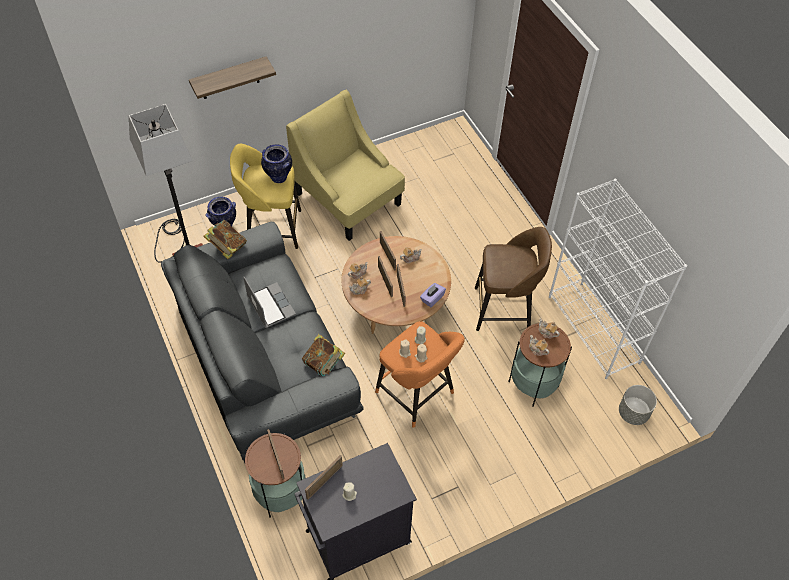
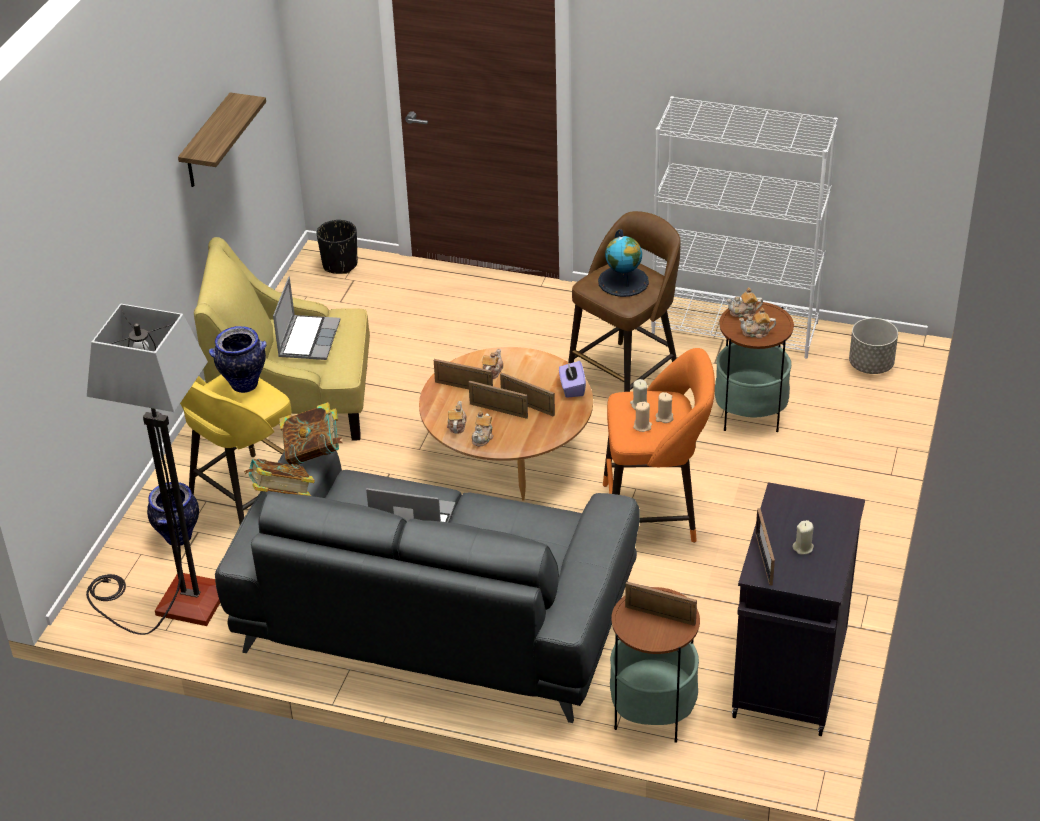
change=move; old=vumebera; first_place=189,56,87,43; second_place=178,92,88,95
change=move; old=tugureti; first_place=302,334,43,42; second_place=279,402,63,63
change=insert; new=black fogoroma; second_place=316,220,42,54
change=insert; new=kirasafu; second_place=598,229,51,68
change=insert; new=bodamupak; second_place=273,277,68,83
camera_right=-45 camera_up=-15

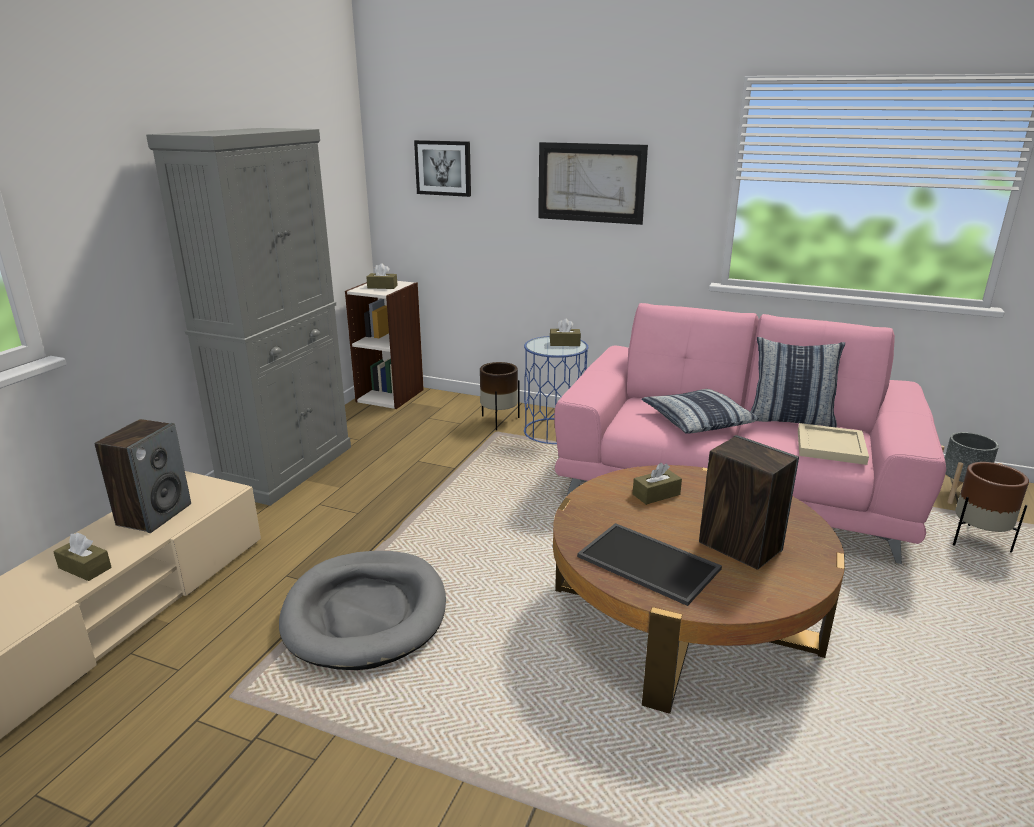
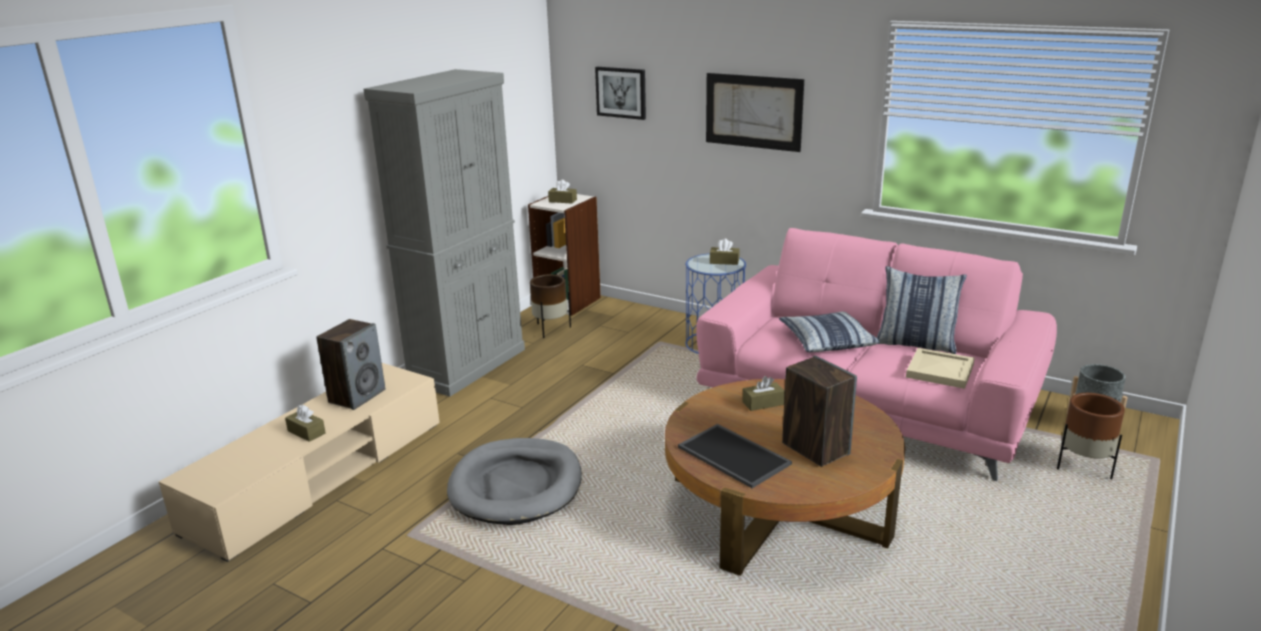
change=move; old=brown fogoroma; first_place=480,362,40,68; second_place=530,274,41,64
camera_right=10 camera_up=0

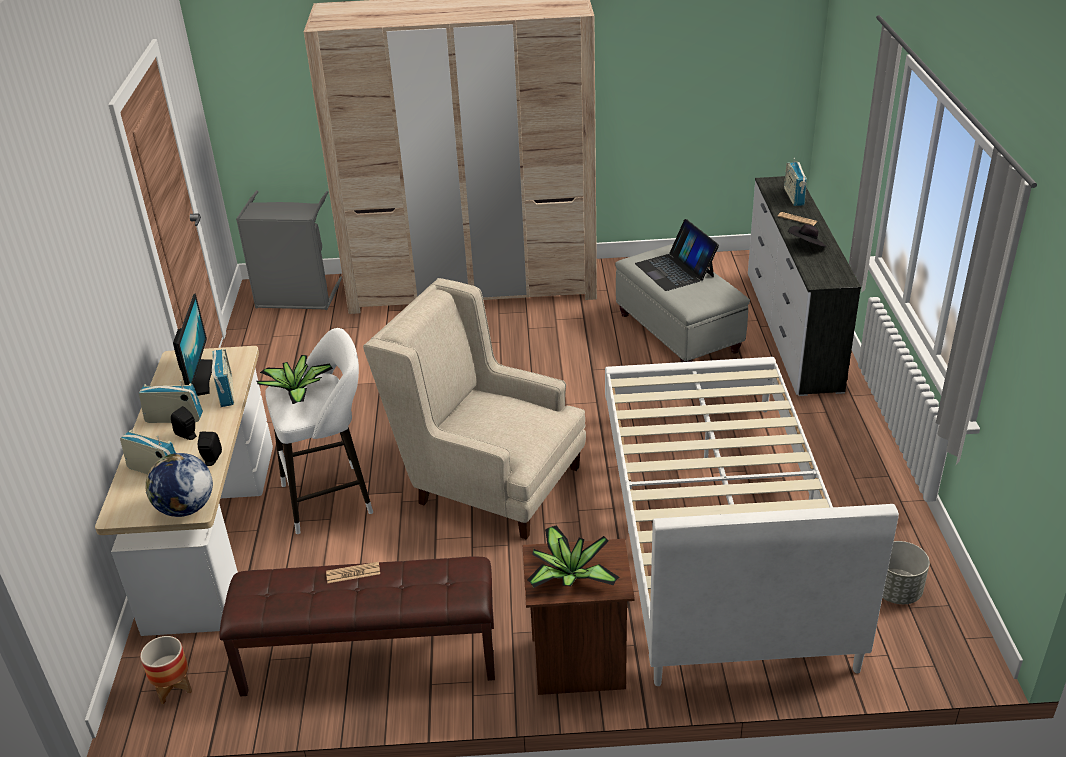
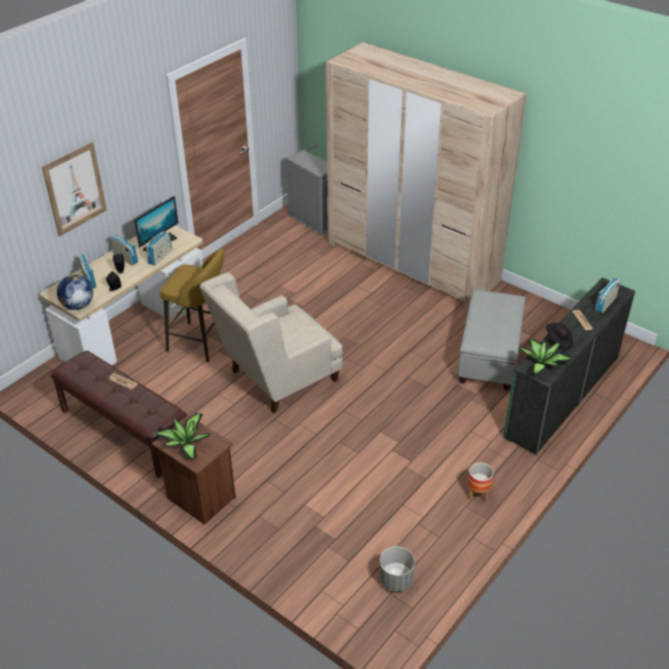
change=recolor; old=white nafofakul; new=green nafofakul; first_place=748,176,113,220; second_place=503,278,132,177
change=delete; old=bodamupak; first_place=635,219,84,72
change=rotate; old=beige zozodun; first_place=363,278,223,261; second_place=200,272,143,141; degrees=-105
change=recolor; old=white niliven; new=yellow niliven; first_place=265,328,108,206; second_place=160,249,64,113
change=move; old=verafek; first_place=256,355,77,49; second_place=519,339,53,36
change=delete; old=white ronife; first_place=605,357,294,329
change=move; old=fogoroma; first_place=140,636,52,68; second_place=468,462,26,40
change=insert; new=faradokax; second_place=42,142,65,94
camera_right=40 camera_up=5

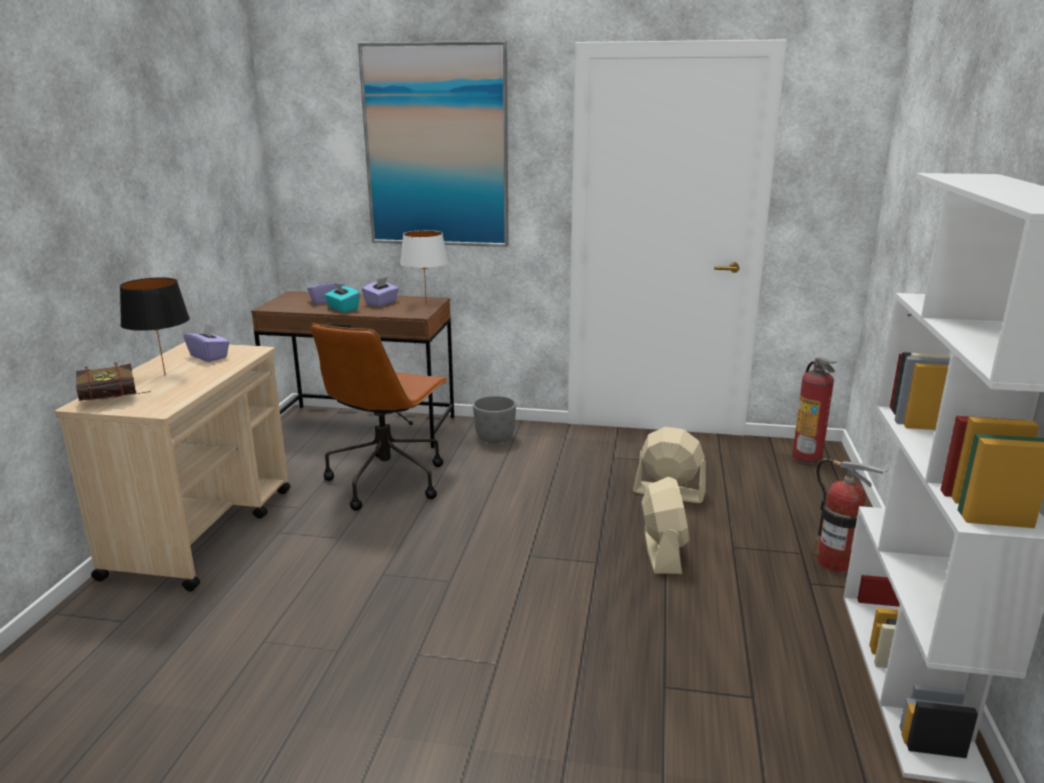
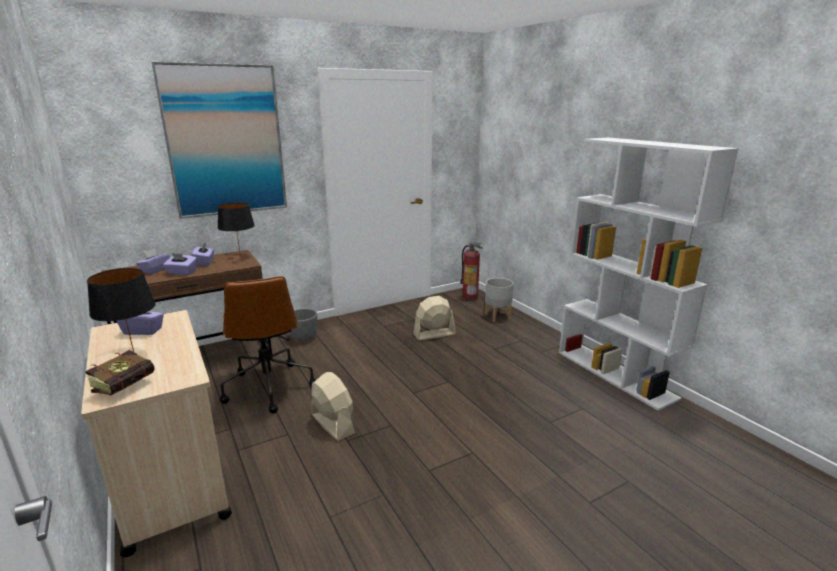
change=recolor; old=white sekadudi; new=black sekadudi; first_place=400,230,48,75; second_place=218,203,37,54
change=recolor; old=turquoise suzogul; new=purple suzogul; first_place=324,282,36,31; second_place=163,253,34,22
change=delete; old=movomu; first_place=814,458,73,115
change=move; old=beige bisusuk; first_place=641,477,48,97; second_place=311,372,44,69
change=insert; new=grey fogoroma; second_place=484,278,30,44
camera_right=-40 camera_up=0

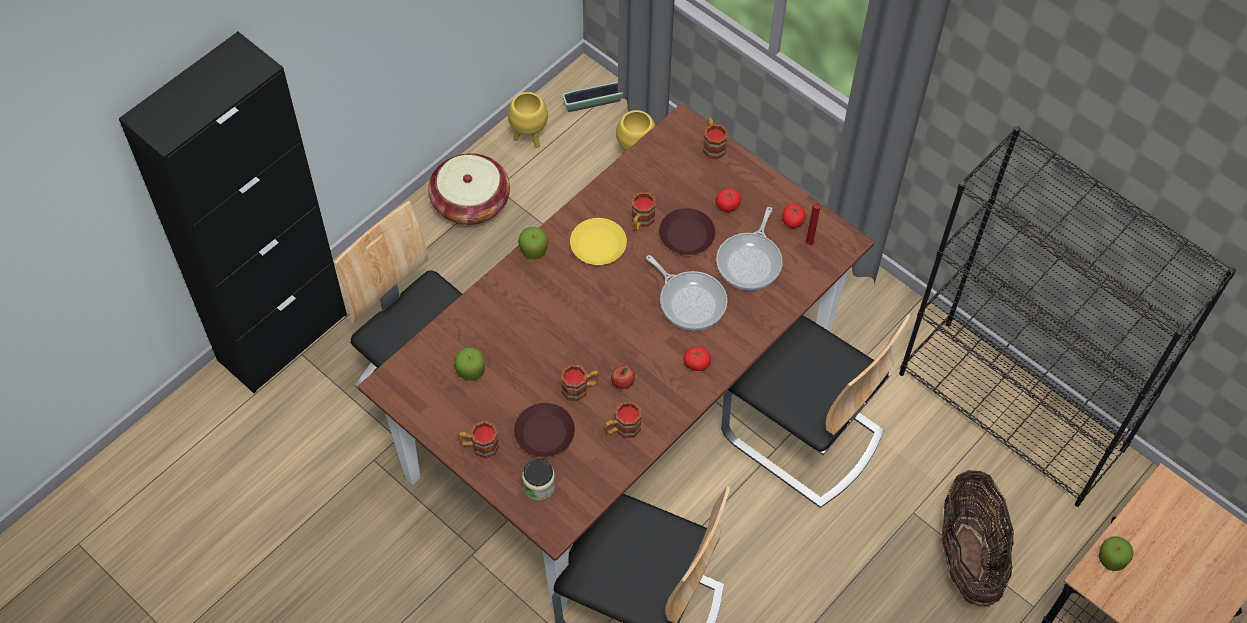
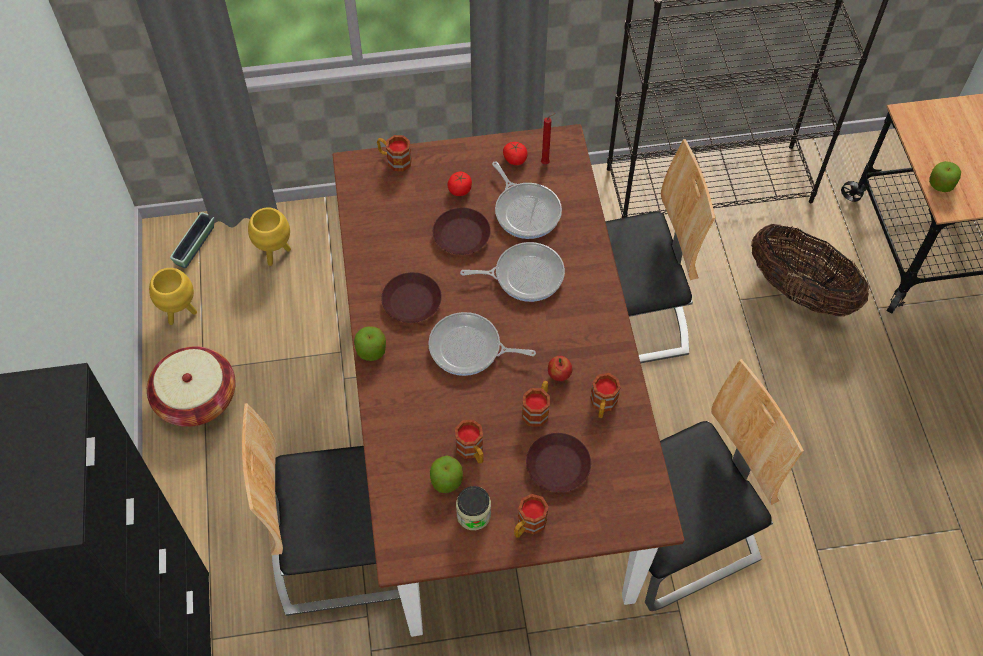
change=move; old=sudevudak; first_place=632,192,24,39; second_place=455,419,29,45
change=recolor; old=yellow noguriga; new=brown noguriga; first_place=570,218,57,47; second_place=381,272,61,51
change=delete; old=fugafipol; first_place=683,347,28,24
change=move; old=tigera; first_place=522,459,33,41; second_place=456,486,35,44
change=insert; new=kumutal; second_place=428,312,108,64
camera_right=-50 camera_up=0

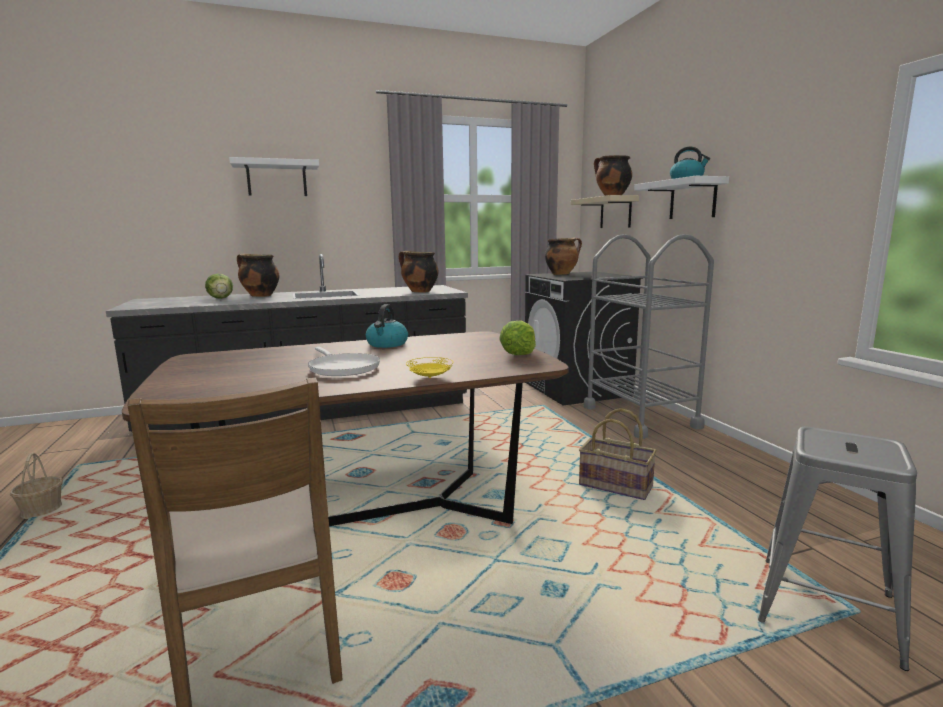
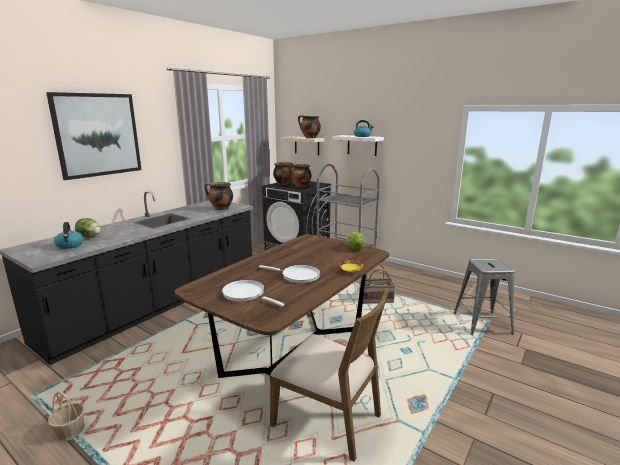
change=replace; old=white vumebera; new=faradokax; first_place=229,157,90,39; second_place=46,92,96,88
change=move; old=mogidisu; first_place=237,253,42,44; second_place=289,164,23,23
change=move; old=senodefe; first_place=366,304,42,44; second_place=54,222,29,27
change=insert; new=white kumutal; second_place=222,280,62,27
camera_right=-35 camera_up=5

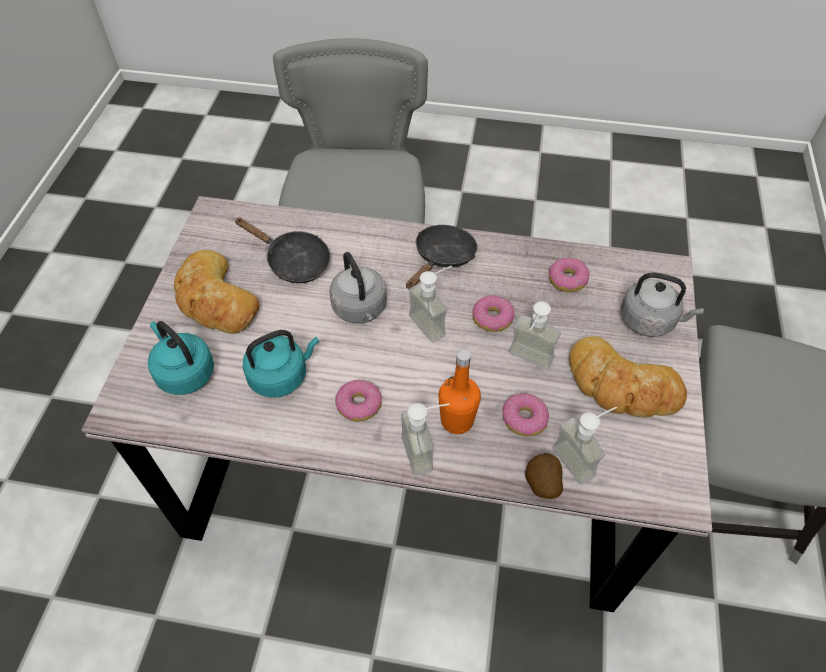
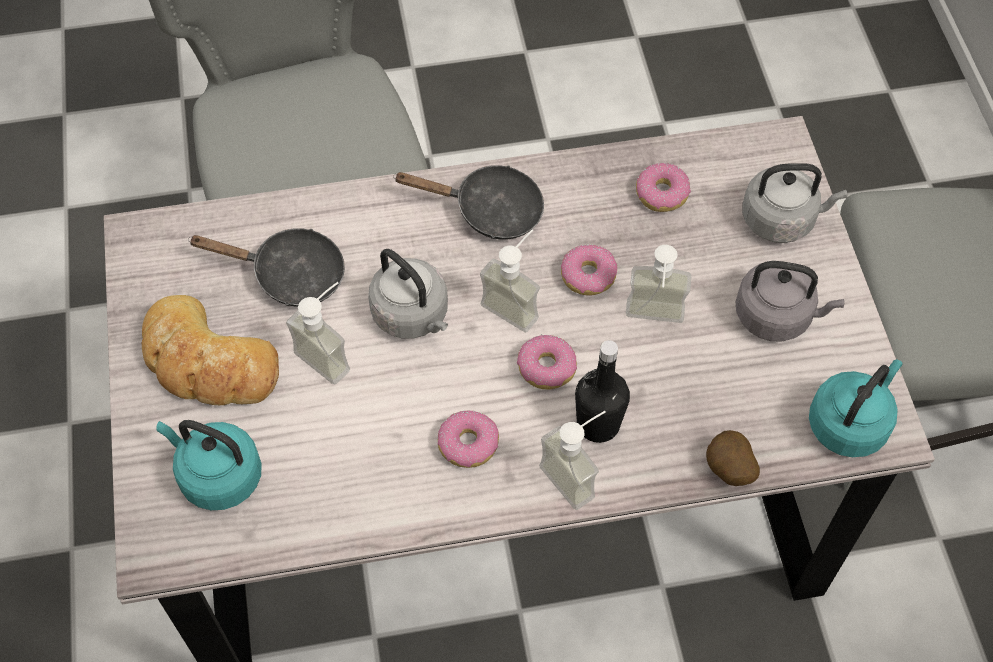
change=rotate; old=black kumutal; first_place=406,225,72,64; second_place=393,165,151,75; degrees=90
change=move; old=turquoise senodefe; first_place=242,330,77,68; second_place=809,360,94,97
change=replace; old=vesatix; new=grey senodefe; first_place=569,336,118,81; second_place=736,261,108,81
change=recolor; old=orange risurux; new=black risurux; first_place=438,349,43,85; second_place=575,340,55,103
change=move; old=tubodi; first_place=502,393,47,43; second_place=517,335,60,54
change=move; old=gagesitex; first_place=553,407,64,78; second_place=286,282,64,102
camera_right=-20 camera_up=5

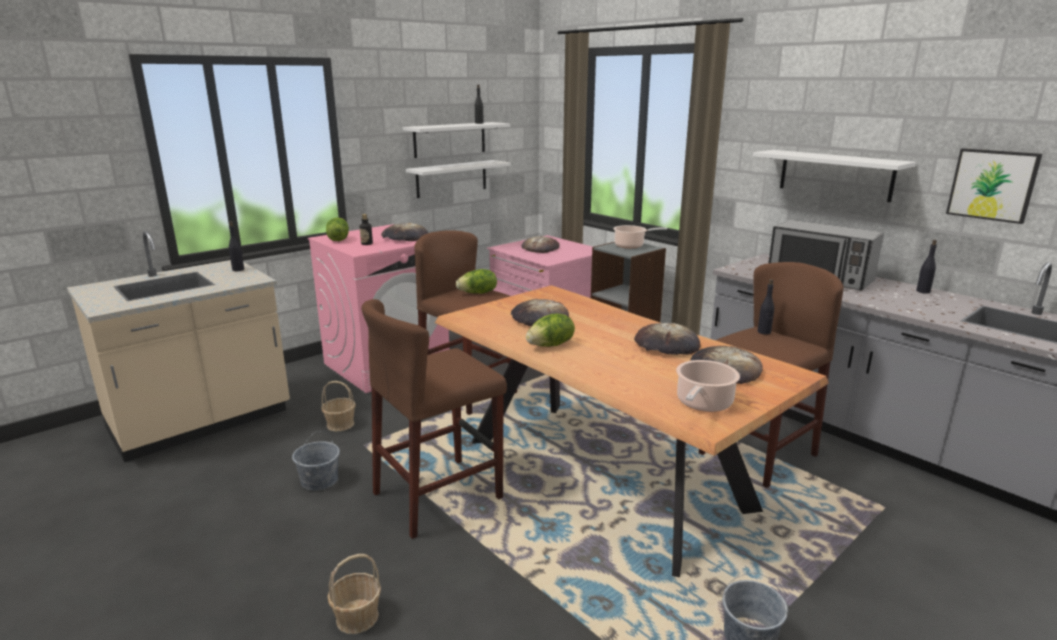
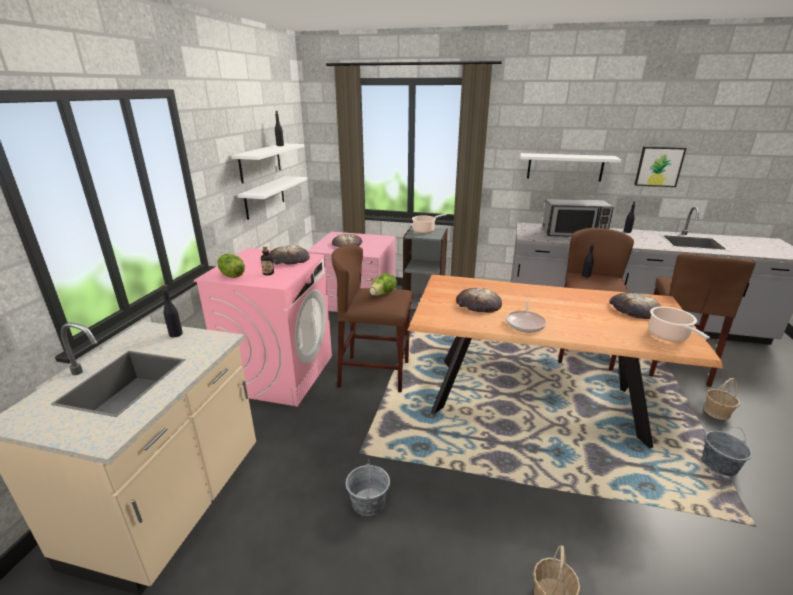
change=move; old=brown niliven; first_place=361,299,146,240; second_place=649,253,106,134
change=replace; old=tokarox; new=kumutal; first_place=526,313,49,34; second_place=506,302,41,30
change=delete; old=vesatix; first_place=634,323,66,32
change=move; old=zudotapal; first_place=321,381,35,50; second_place=704,378,36,42
camera_right=-35 camera_up=5

